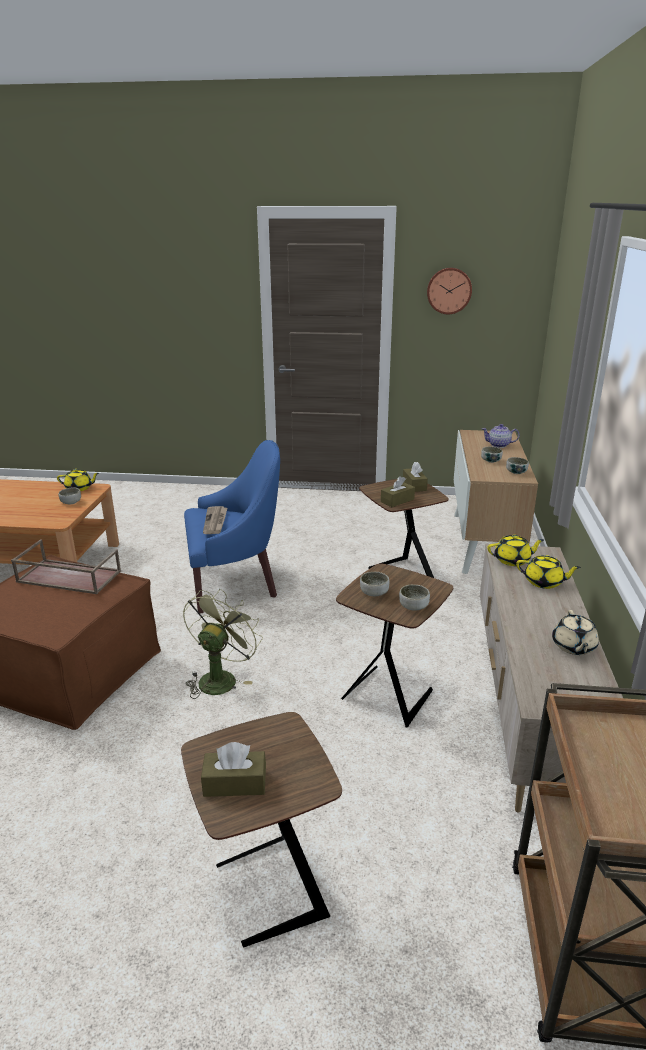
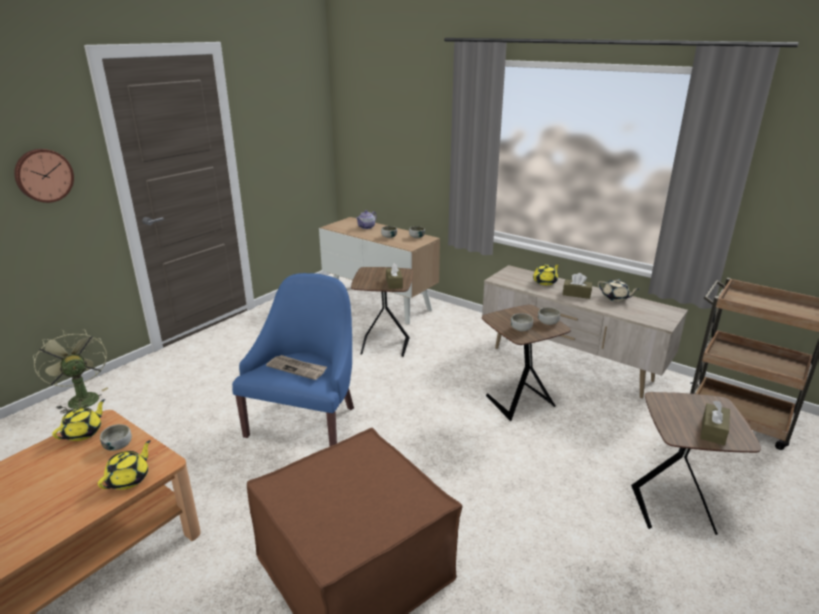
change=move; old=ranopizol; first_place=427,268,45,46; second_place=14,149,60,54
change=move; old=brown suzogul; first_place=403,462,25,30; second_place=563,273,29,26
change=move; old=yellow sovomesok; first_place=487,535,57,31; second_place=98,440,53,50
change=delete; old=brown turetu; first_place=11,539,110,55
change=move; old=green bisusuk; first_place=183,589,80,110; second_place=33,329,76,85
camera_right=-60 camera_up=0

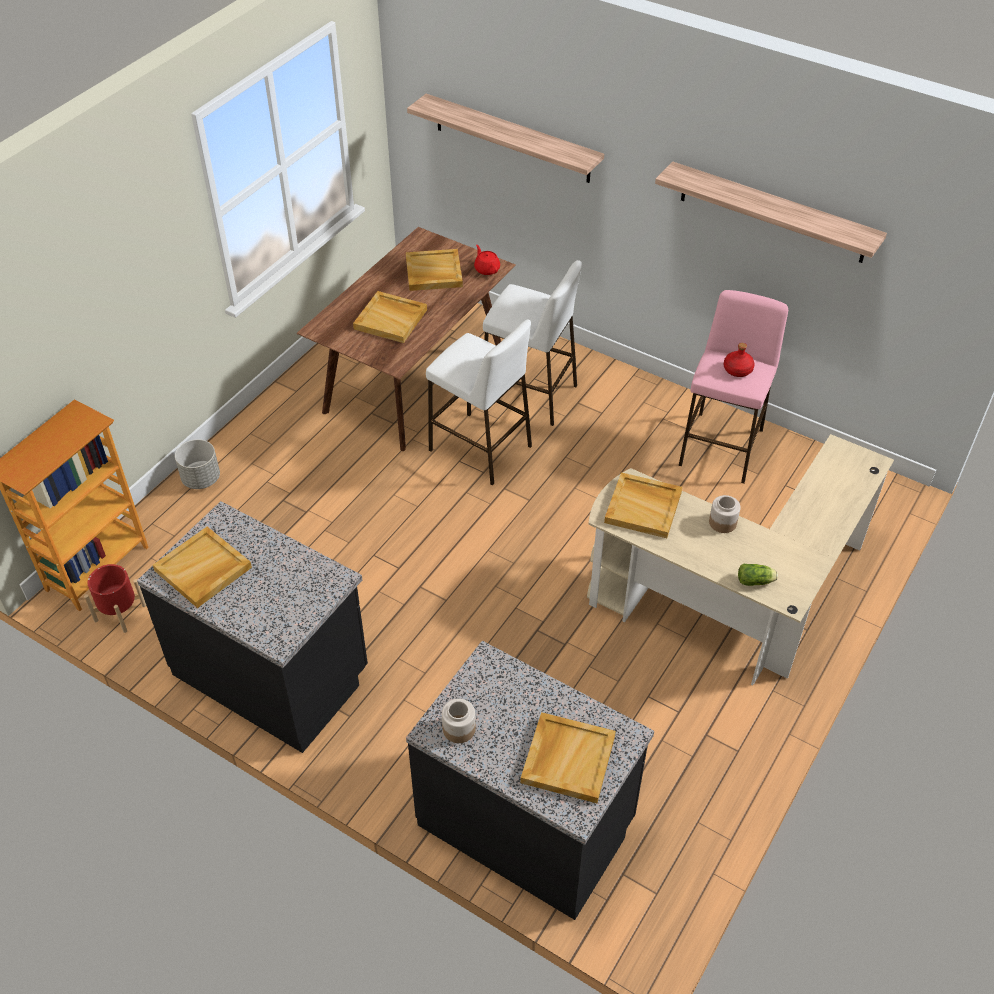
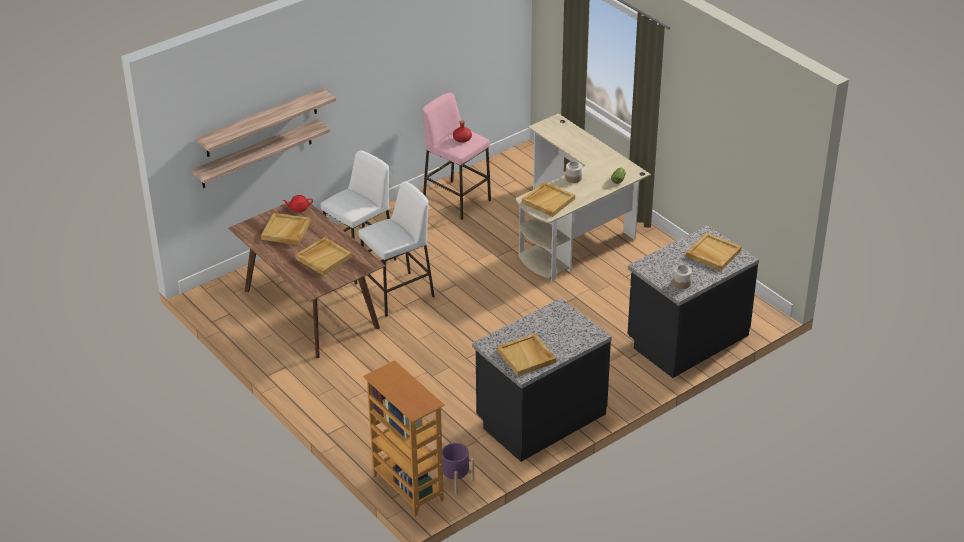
change=move; old=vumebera; first_place=655,161,232,102; second_place=191,119,140,69
change=delete; old=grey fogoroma; first_place=175,440,45,49
change=recolor; old=red fogoroma; new=purple fogoroma; first_place=84,564,62,69; second_place=436,443,38,51
camera_right=-70 camera_up=-10

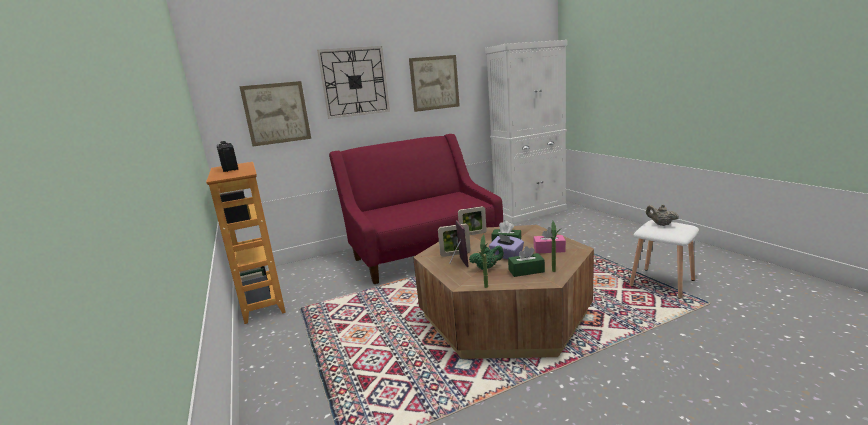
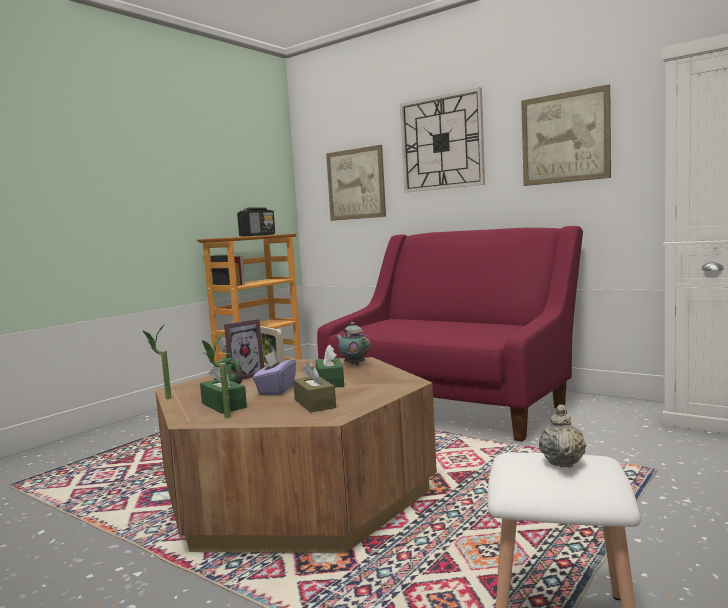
change=replace; old=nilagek; new=sovomesok; first_place=458,206,29,29; second_place=336,322,35,44
change=recolor; old=pink suzogul; new=brown suzogul; first_place=534,227,32,26; second_place=293,361,43,52
camera_right=60 camera_up=-10

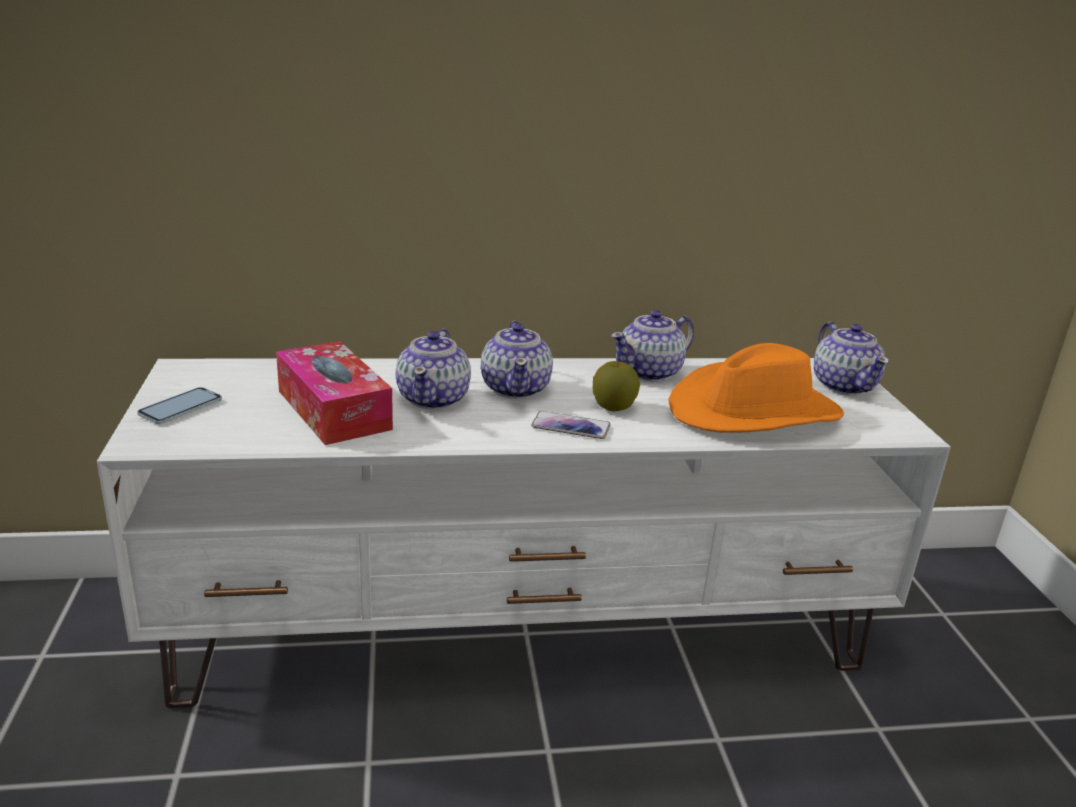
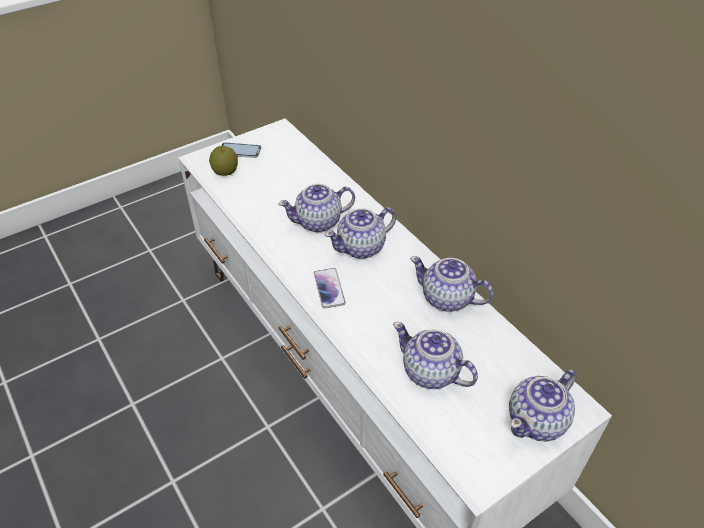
change=delete; old=suzogul; first_place=276,341,117,104
change=replace; old=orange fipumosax; new=sovomesok; first_place=668,343,176,90; second_place=393,322,85,67
change=move; old=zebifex; first_place=593,360,47,51; second_place=209,146,29,30
camera_right=65 camera_up=20

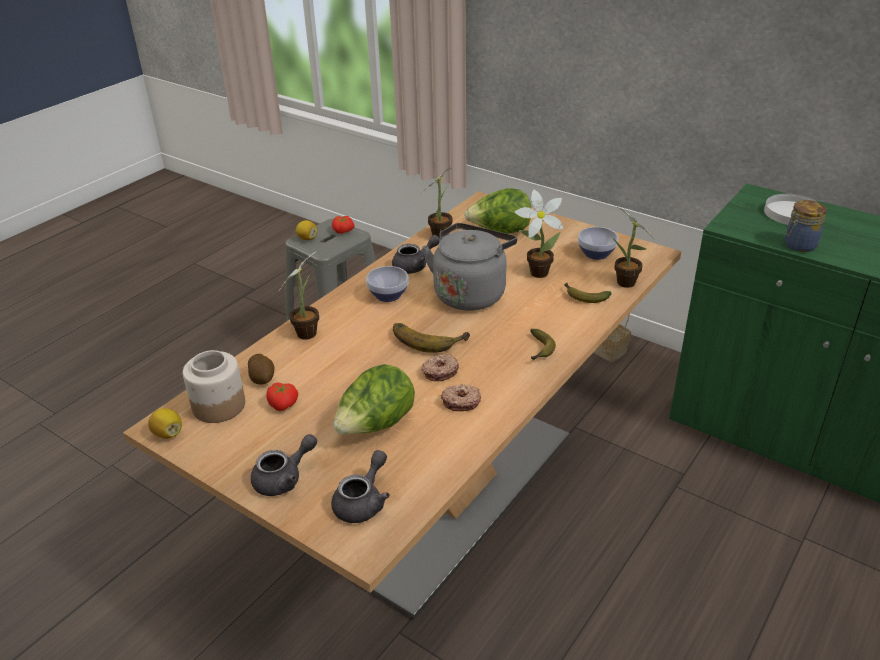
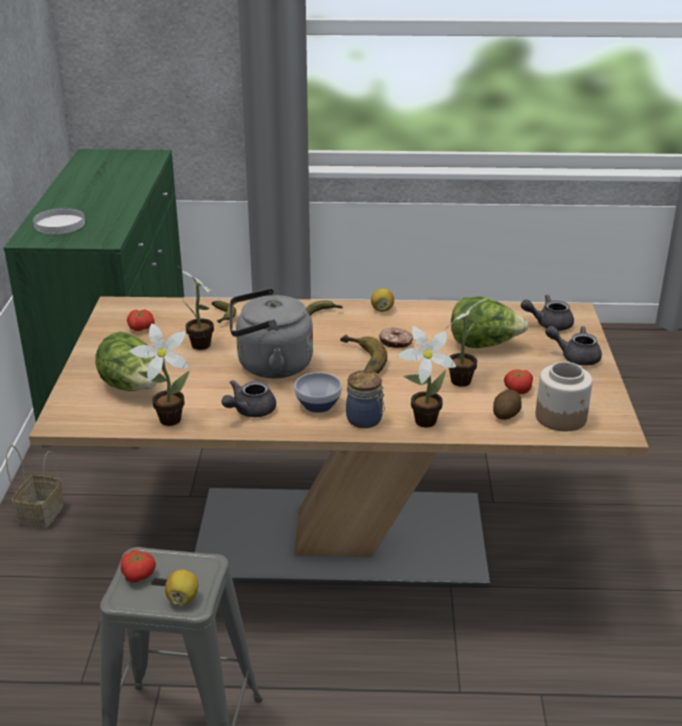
change=move; old=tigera; first_place=784,200,43,52; second_place=346,370,39,58
change=move; old=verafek; first_place=613,206,41,82; second_place=444,298,44,89
change=replace; old=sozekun; new=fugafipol; first_place=578,227,40,33; second_place=127,310,28,21
change=rotate; old=grey sovomesok; first_place=392,235,48,39; second_place=221,380,55,37; degrees=-75
change=delete; old=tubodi; first_place=441,384,40,27
change=move; old=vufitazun; first_place=148,408,34,31; second_place=371,289,23,23
camera_right=-125 camera_up=-5

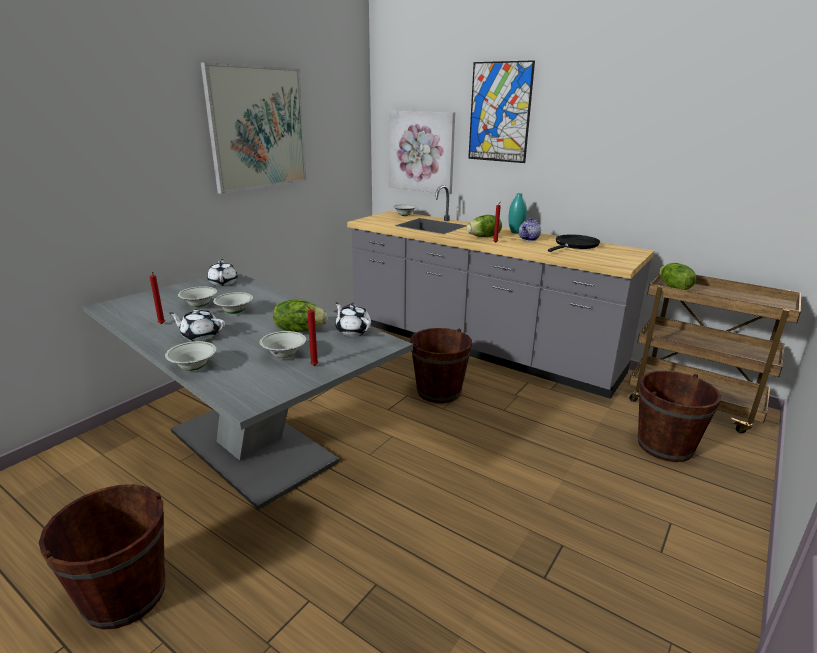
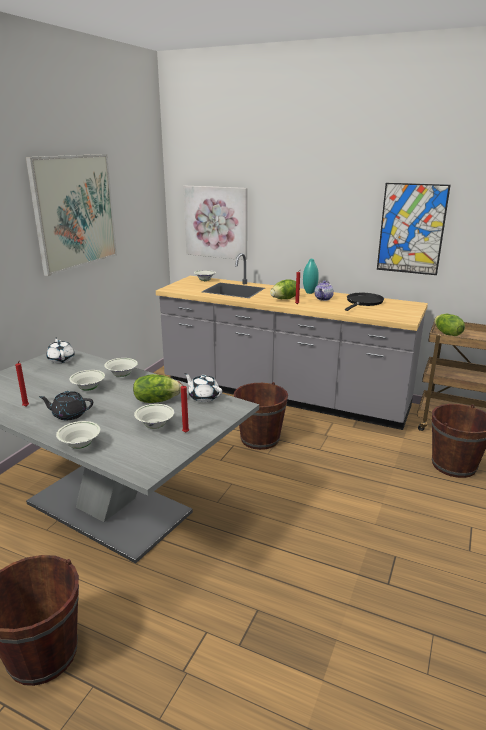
change=move; old=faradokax; first_place=468,60,67,103; second_place=377,183,74,92
change=move; old=white sozekun; first_place=178,286,39,21; second_place=104,358,34,19
change=recolor; old=white sovomesok; new=black sovomesok; first_place=169,309,56,32; second_place=39,391,54,29
camera_right=-10 camera_up=0

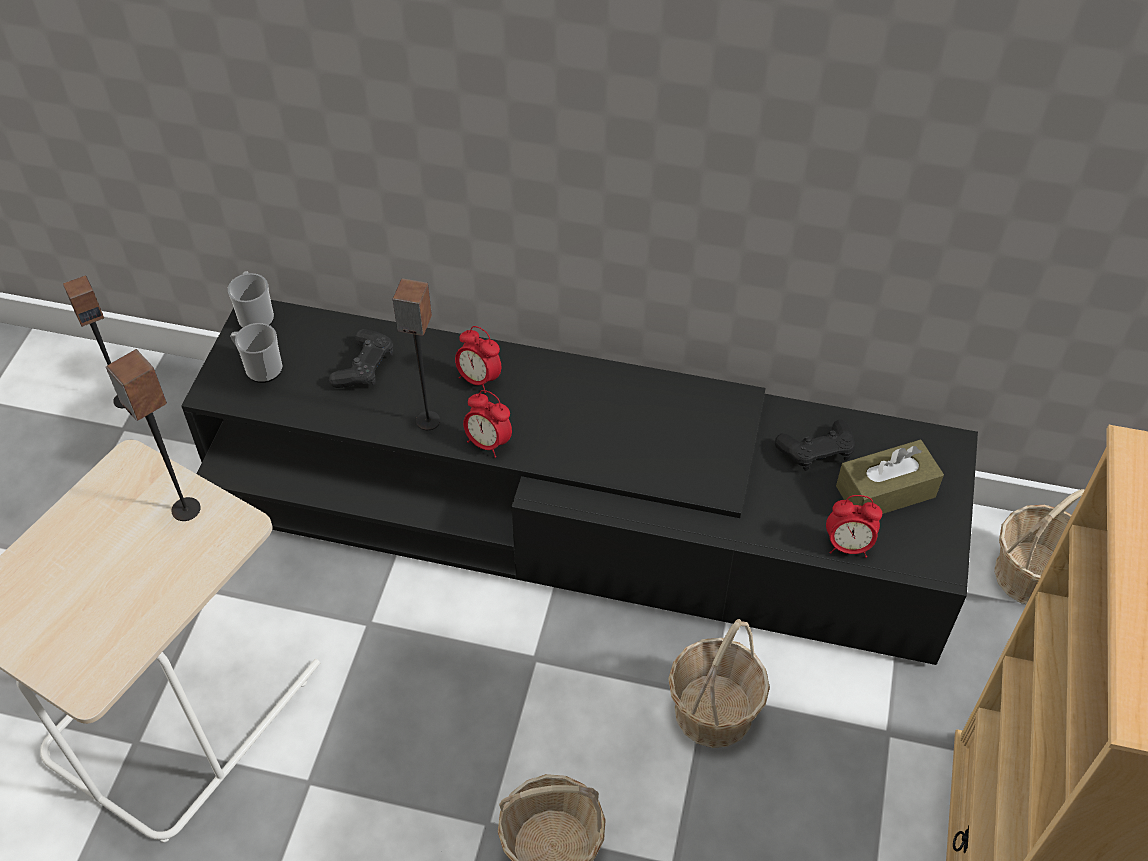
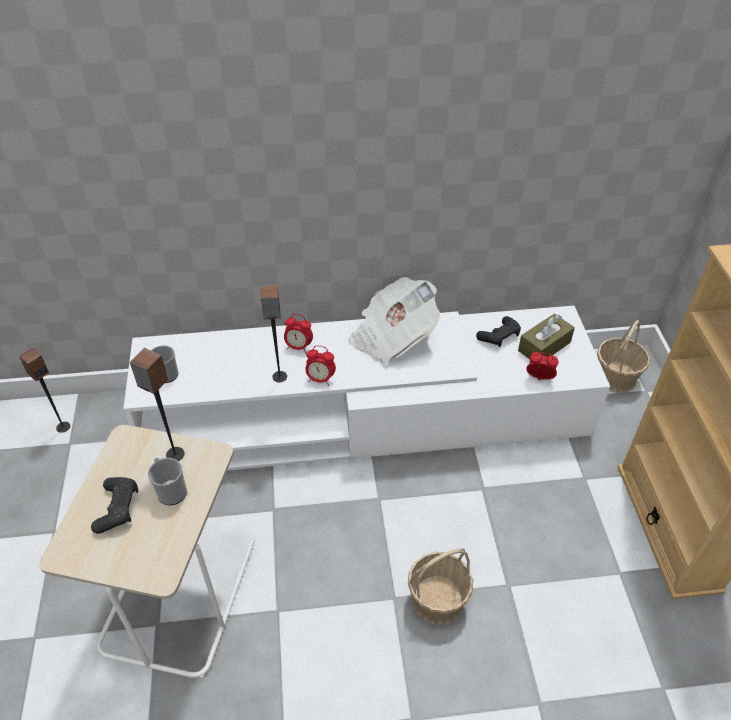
change=move; old=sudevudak; first_place=228,271,46,57; second_place=148,458,39,47
change=recolor; old=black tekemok; new=white tekemok; first_place=181,300,797,365; second_place=123,306,487,165
change=move; old=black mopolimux; first_place=329,329,64,59; second_place=91,477,47,57
change=rotate; old=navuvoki; first_place=826,495,56,63; second_place=526,352,32,29; degrees=-150
change=delete; old=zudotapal; first_place=668,619,102,129
change=insert; new=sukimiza; second_place=348,277,92,87
camera_right=-20 camera_up=-5

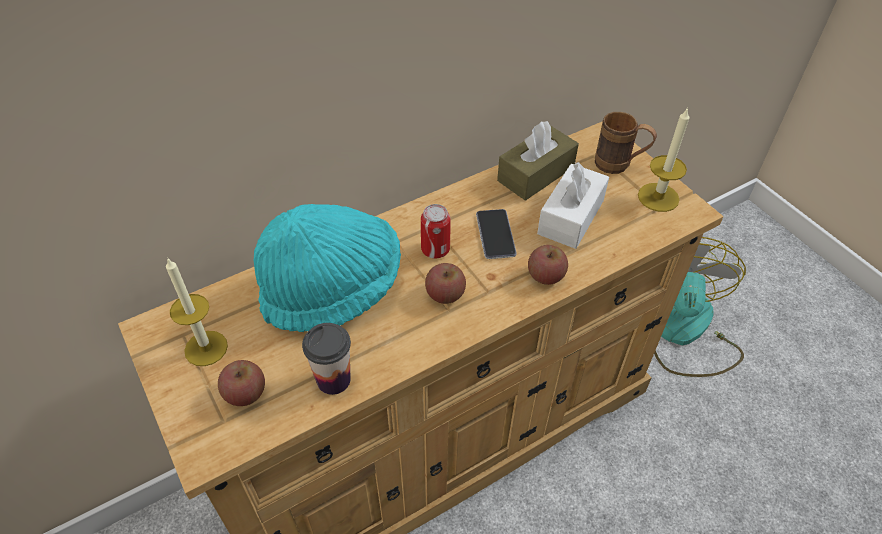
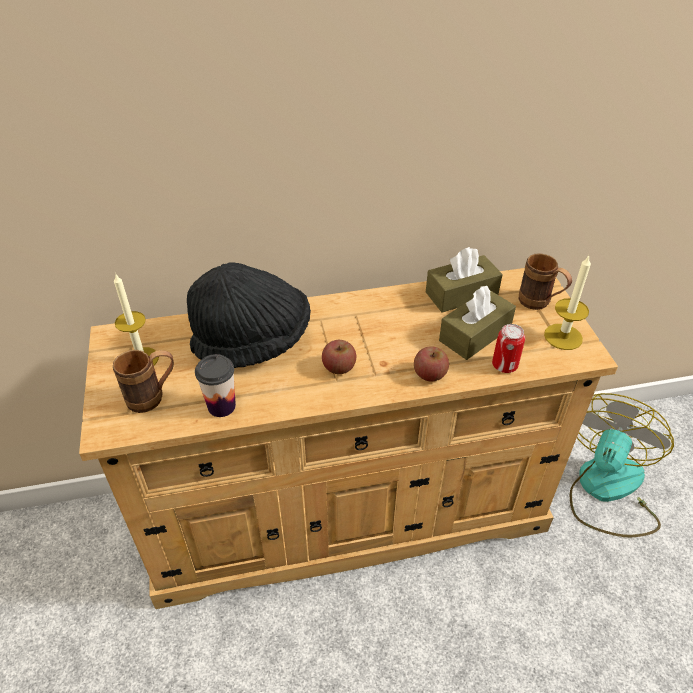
change=recolor; old=white suzogul; new=brown suzogul; first_place=537,162,72,87; second_place=439,286,77,74
change=recolor; old=turquoise fipumosax; new=black fipumosax; first_place=253,204,148,128; second_place=187,262,124,106
change=move; old=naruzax; first_place=421,204,30,54; second_place=492,324,33,49
change=delete; old=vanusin; first_place=476,209,41,50
change=replace; old=zebifex; new=brown sudevudak; first_place=218,360,47,46; second_place=113,350,61,63
camera_right=20 camera_up=-5

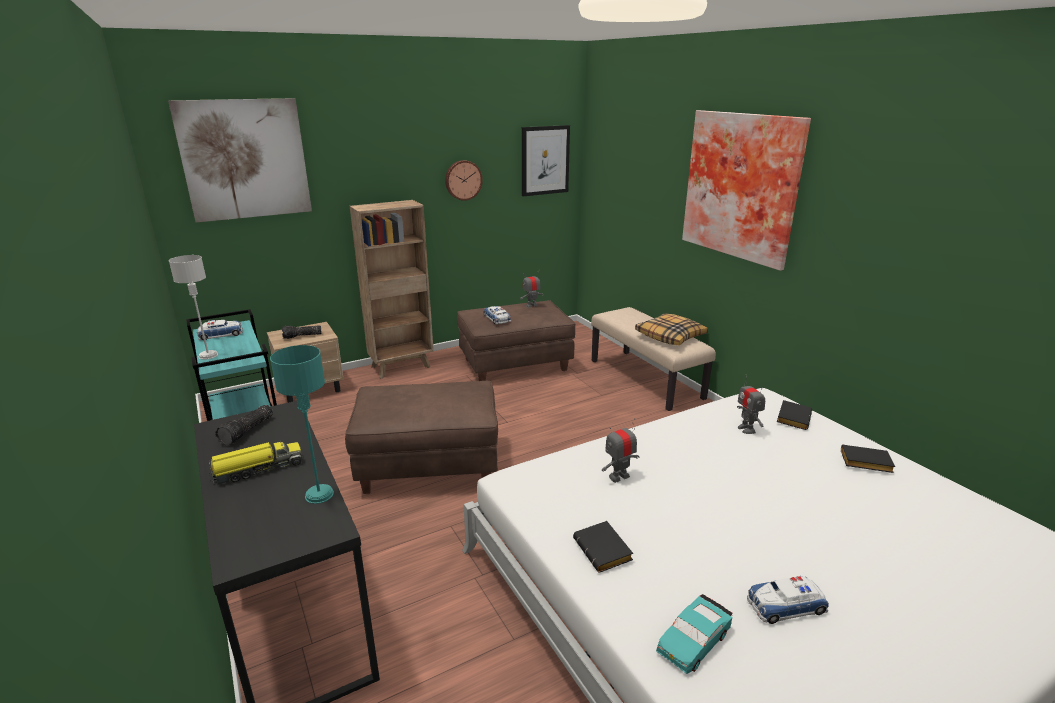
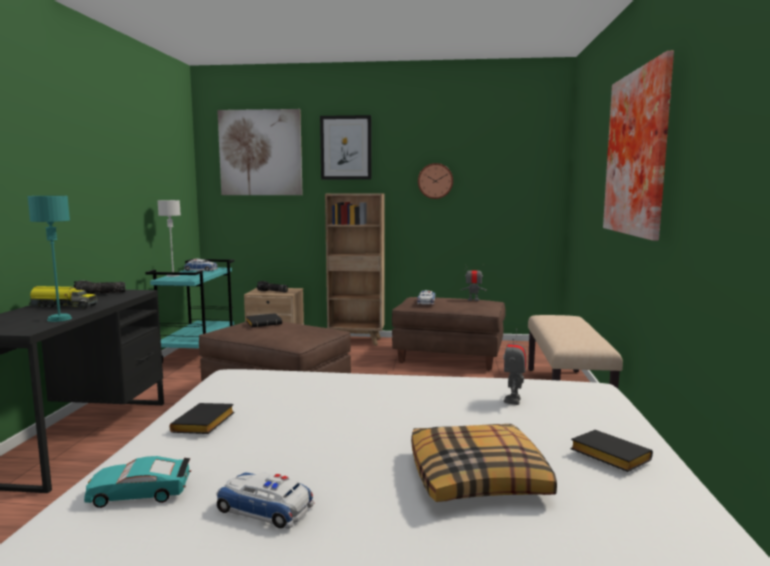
change=move; old=faradokax; first_place=522,125,48,72; second_place=320,115,52,65
change=move; old=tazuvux; first_place=635,313,73,32; second_place=411,424,146,78
change=move; old=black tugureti; first_place=777,400,35,30; second_place=246,313,36,14
change=delete; old=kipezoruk; first_place=602,418,37,65
camera_right=35 camera_up=-15

